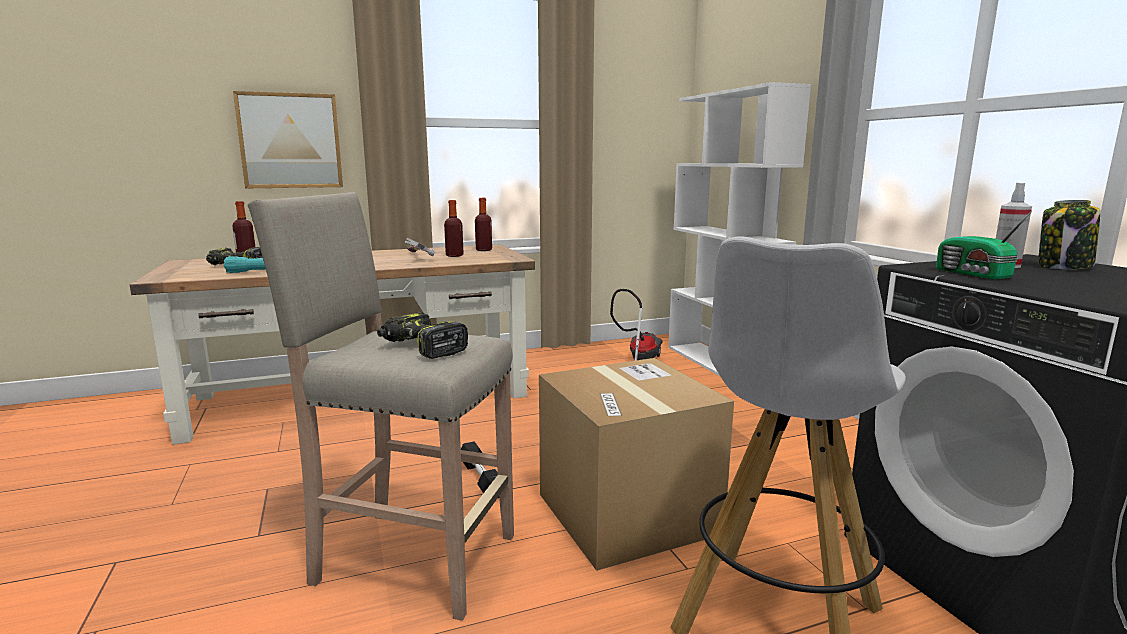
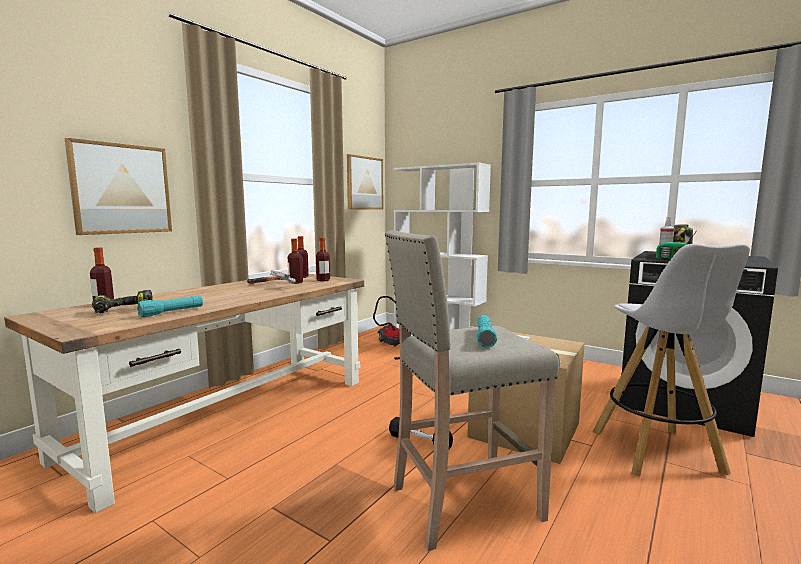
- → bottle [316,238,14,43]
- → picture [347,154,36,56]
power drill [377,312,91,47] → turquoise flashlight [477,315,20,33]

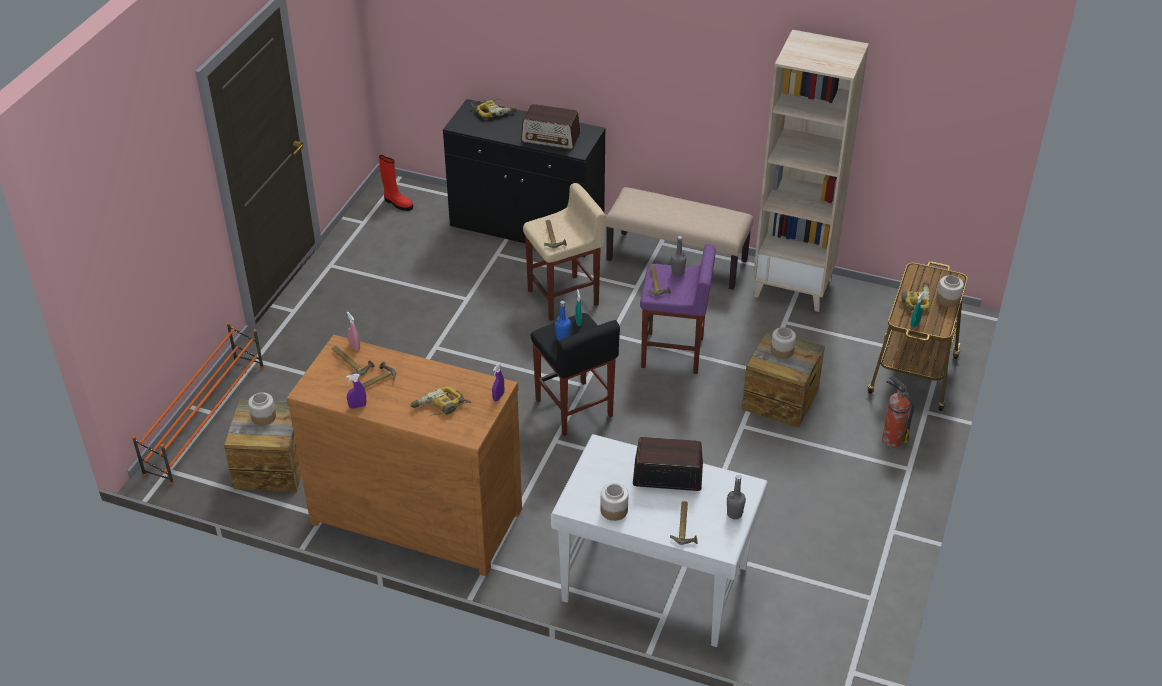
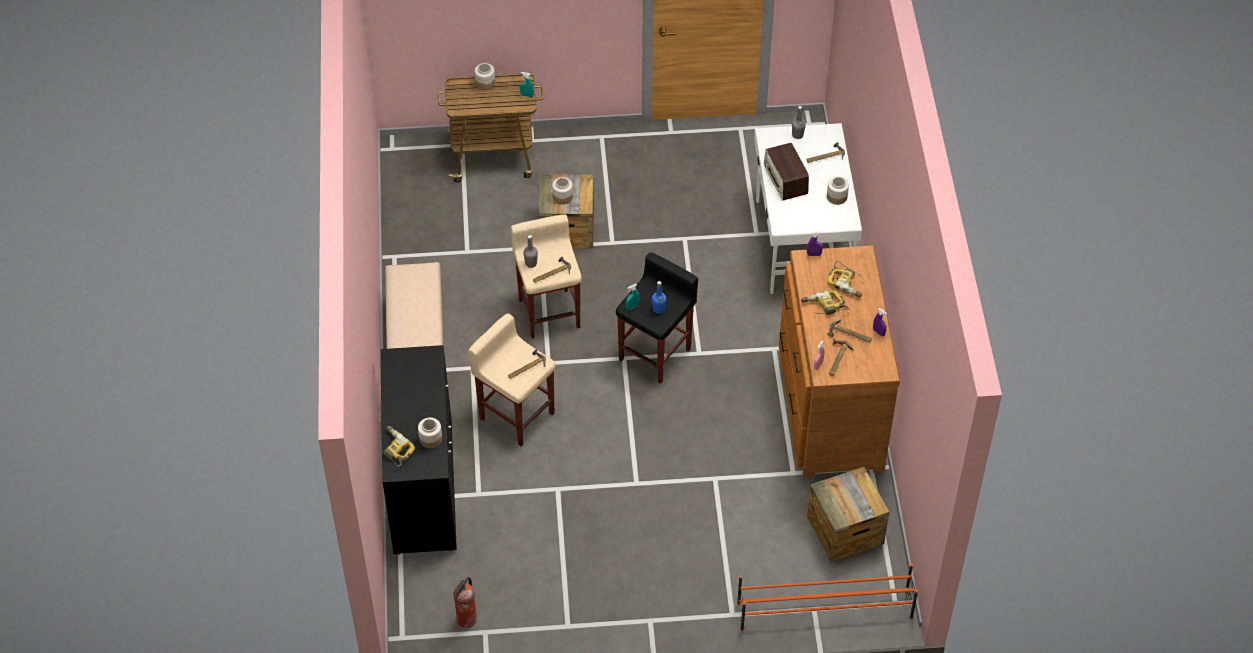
jar [248,393,28,33] → jar [418,418,24,30], shifted
fire extinguisher [882,376,32,71] → fire extinguisher [453,577,24,51], shifted
purple stool [640,244,76,130] → beige stool [511,214,71,125]
power drill [899,282,31,28] → power drill [801,290,49,25], shifted
red boot [379,155,34,56] → -
radio [521,104,59,45] → -
beige bookcase [753,30,116,282] → -

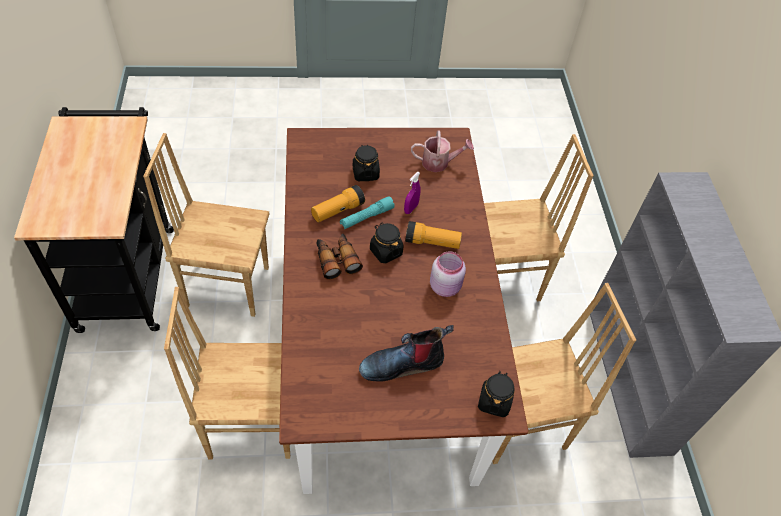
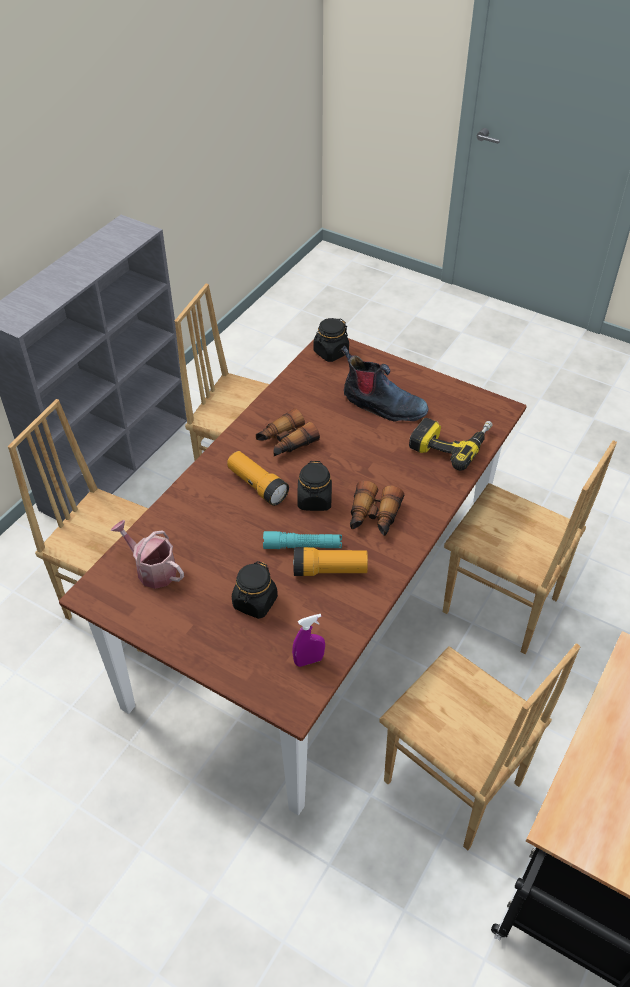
pink jar [430,251,36,46] → binoculars [256,408,64,48]
purple spray bottle [404,172,17,42] → purple spray bottle [292,614,33,53], shifted
- → power drill [409,418,84,53]

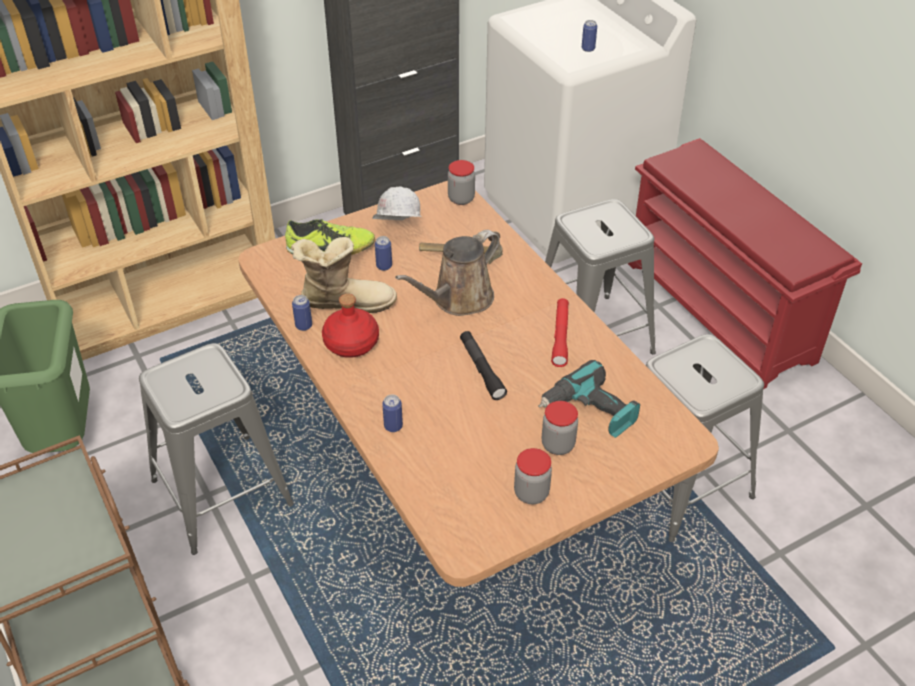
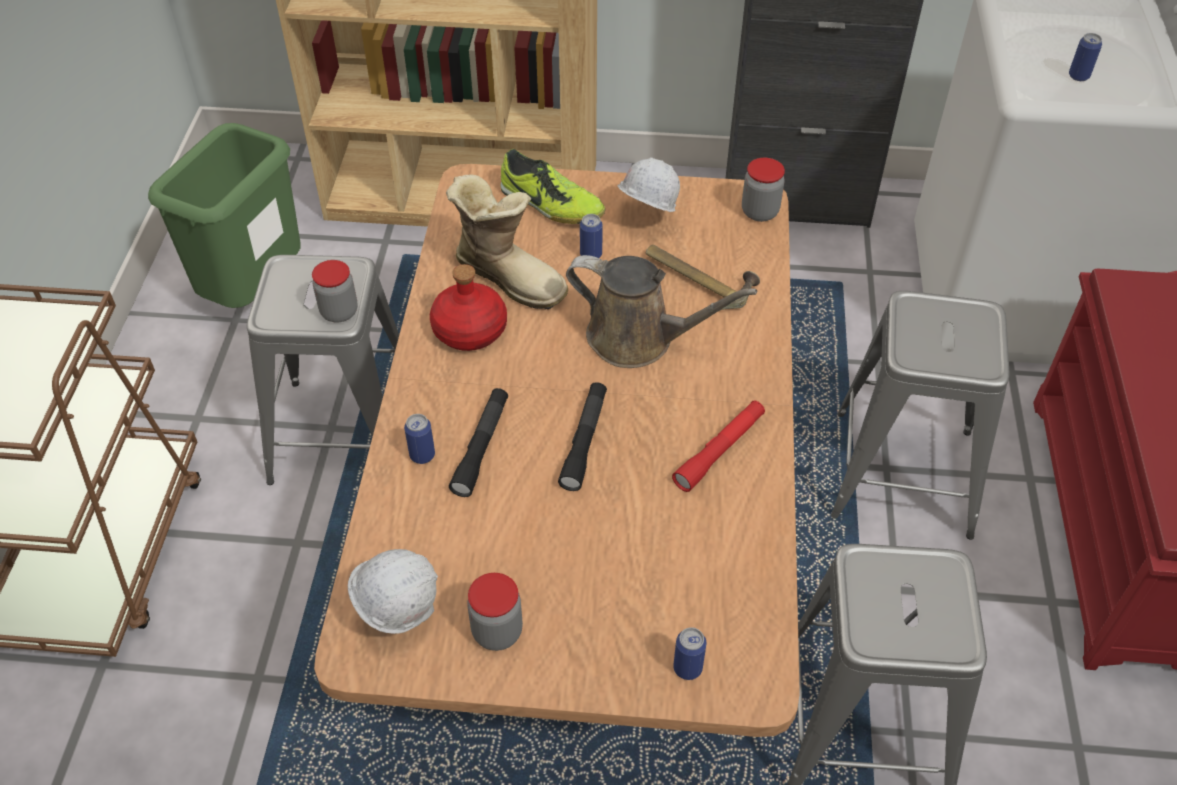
jar [542,401,36,54] → jar [312,260,46,63], shifted
- → white hard hat [348,549,90,86]
- → black flashlight [449,388,59,109]
brown watering can [395,230,105,86] → brown watering can [566,255,191,113], 150 degrees counterclockwise
can [292,295,20,36] → can [673,627,33,53], shifted
power drill [538,360,102,78] → -

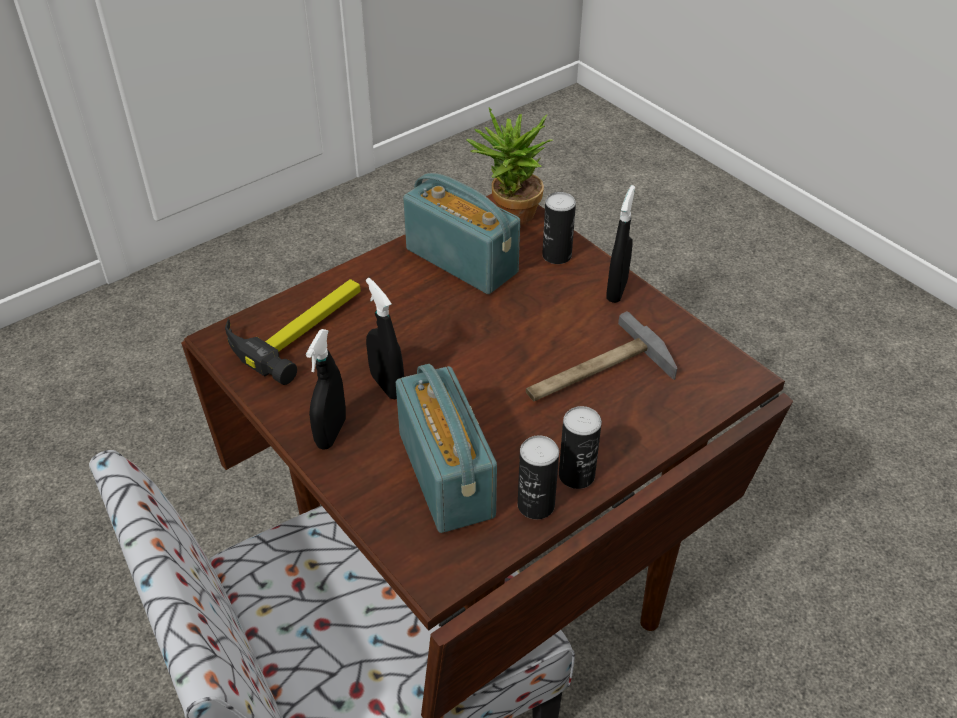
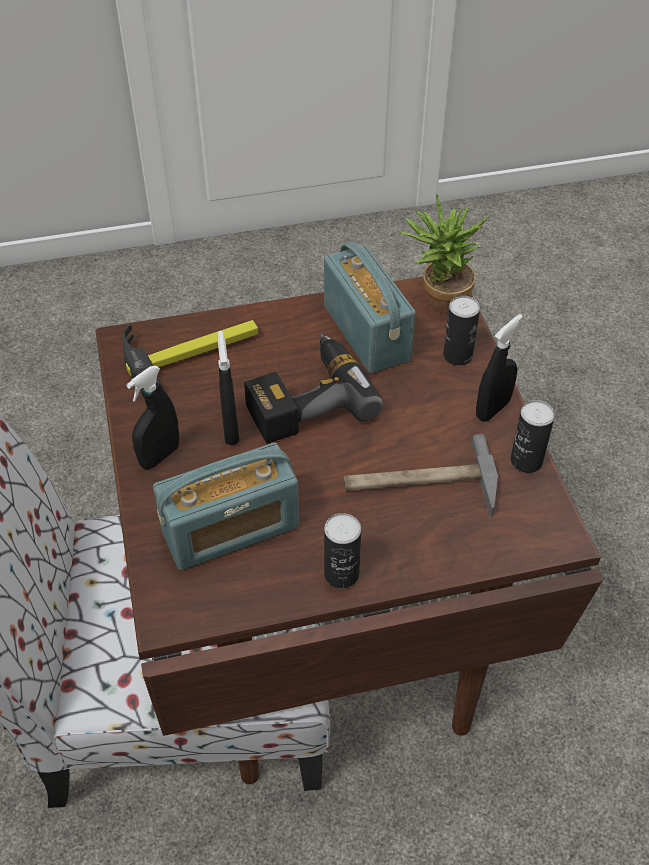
radio [396,364,101,169] → radio [153,443,146,127], 60 degrees clockwise
- → power drill [244,334,139,110]
can [518,435,41,84] → can [511,400,44,73], shifted

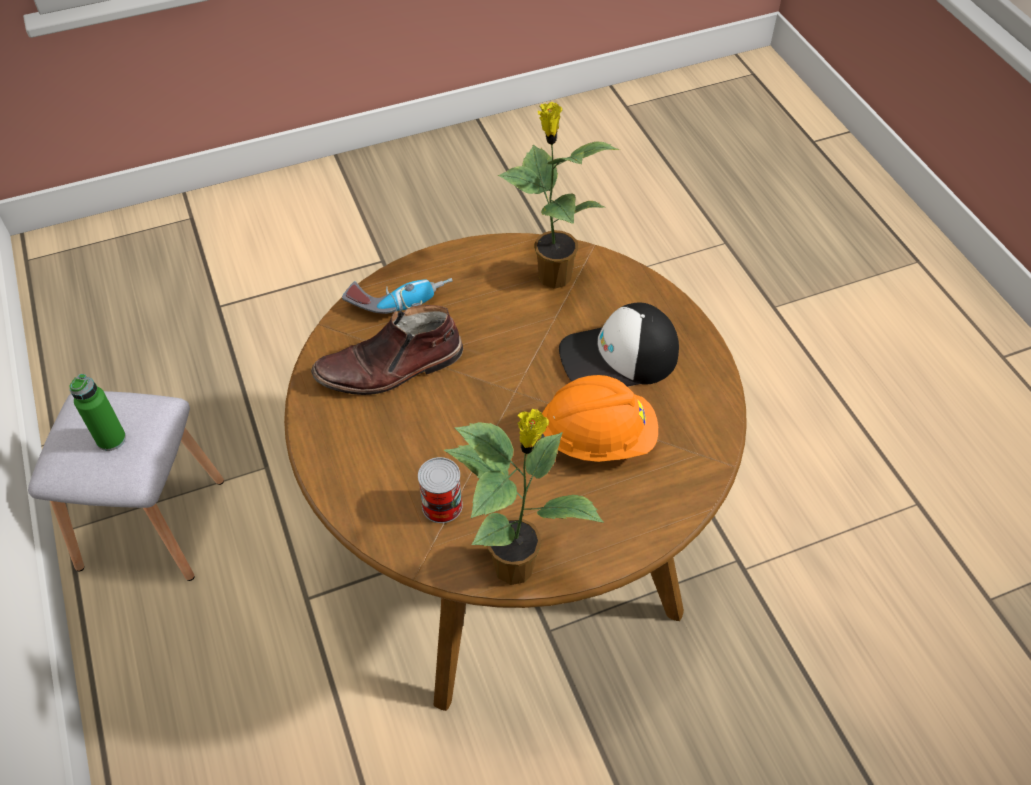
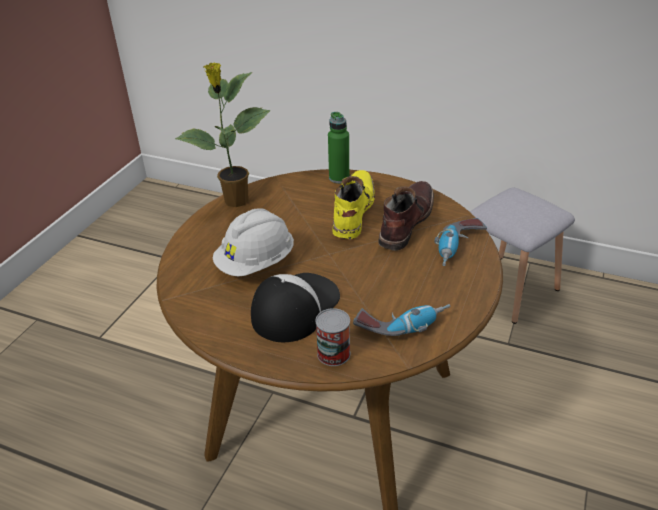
orange hard hat [541,375,117,87] → white hard hat [213,208,81,68]
can [418,457,45,66] → can [315,308,35,58], shifted
green bottle [69,374,57,77] → green bottle [328,112,21,71], shifted
- → yellow boot [332,170,43,69]
potted plant [498,102,122,187] → power drill [353,304,98,32]

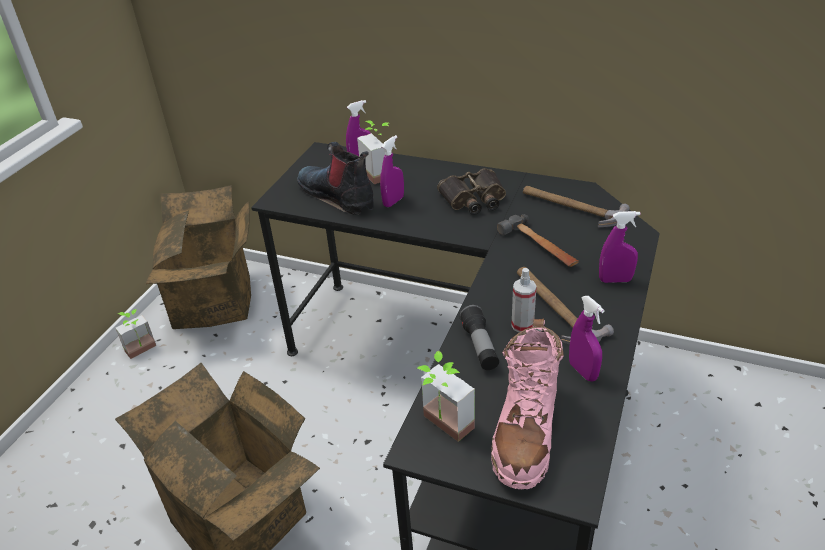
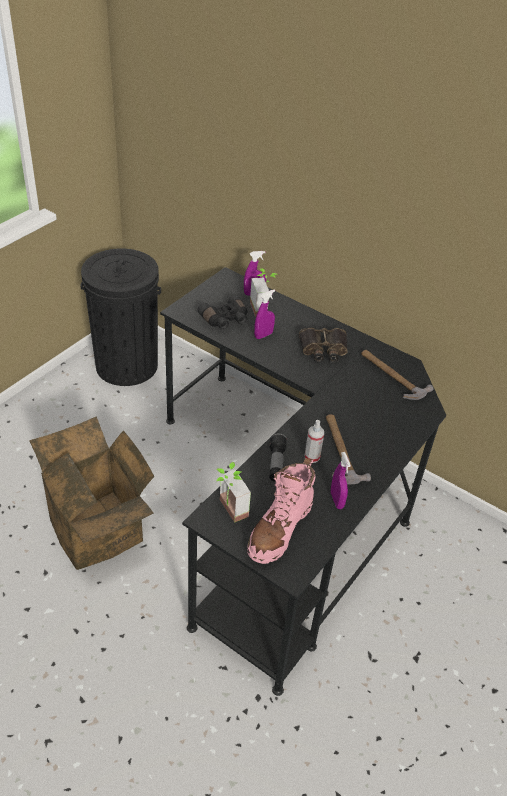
cardboard box [146,185,105,144] → black trash can [81,249,80,137]
boot [297,142,77,73] → black binoculars [198,295,50,35]
potted plant [116,309,40,50] → -
hammer [497,214,82,53] → -
purple spray bottle [599,211,42,72] → -

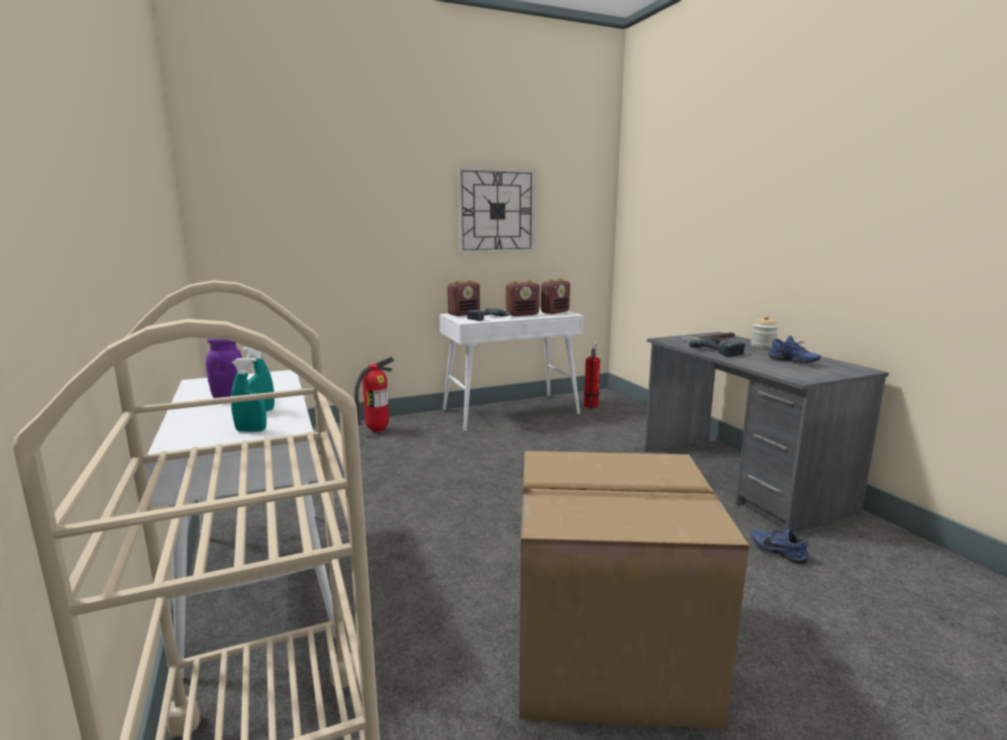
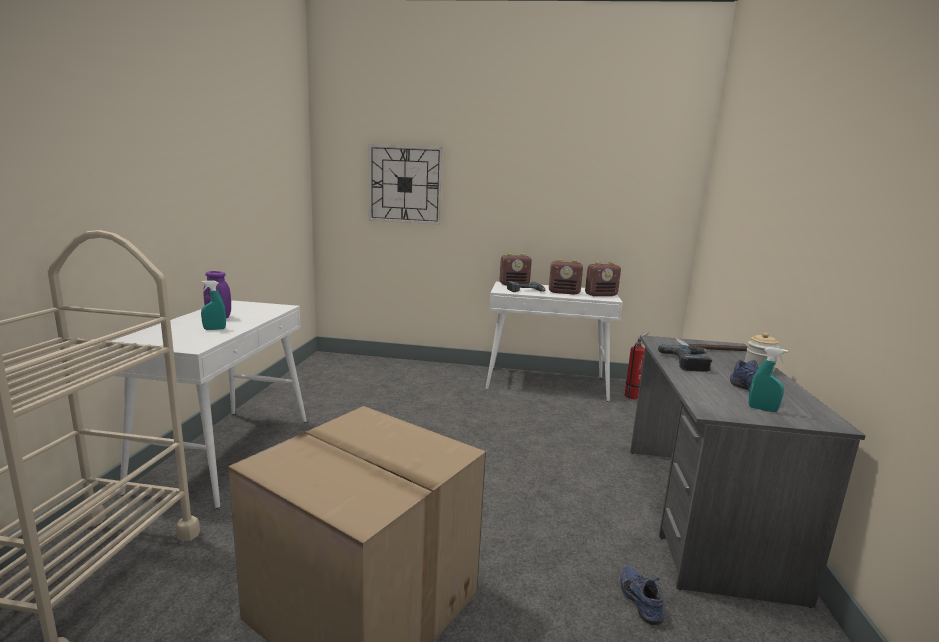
wall clock [458,167,77,86] → wall clock [368,144,75,81], shifted
turquoise spray bottle [231,358,35,74] → turquoise spray bottle [749,347,39,65], shifted
fire extinguisher [354,357,40,75] → -

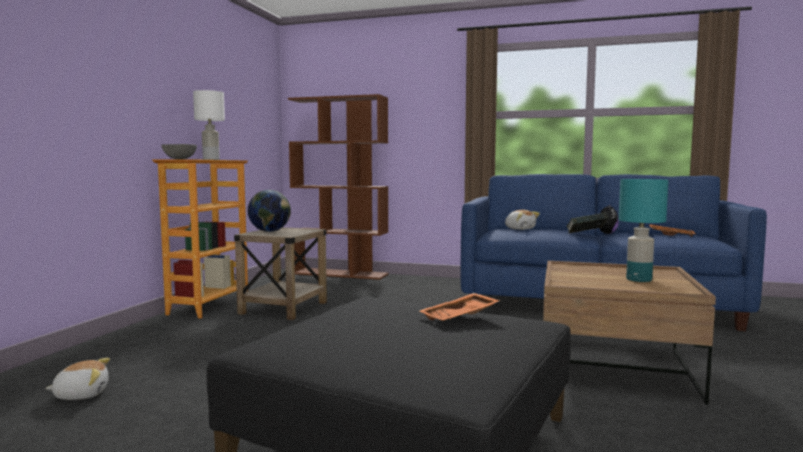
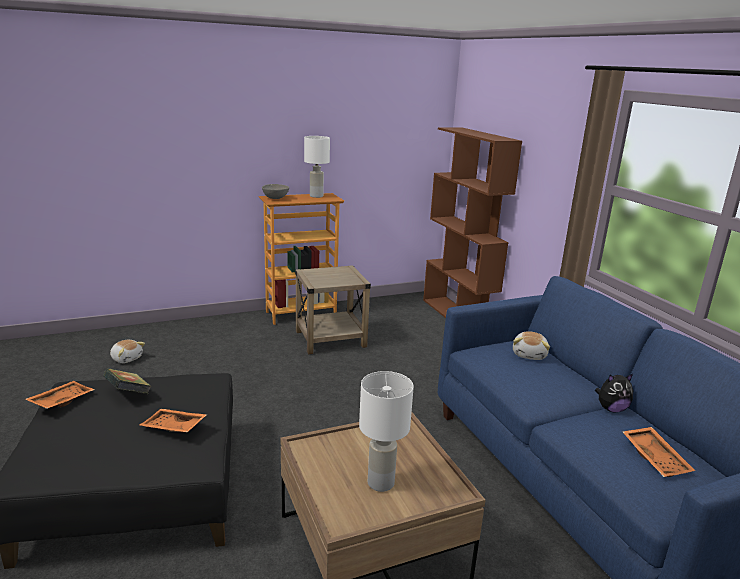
- → orange tray [25,381,70,28]
book [566,212,43,22] → book [103,368,48,26], shifted
turquoise table lamp [619,179,50,103] → white table lamp [359,371,55,121]
globe [248,190,43,42] → -

